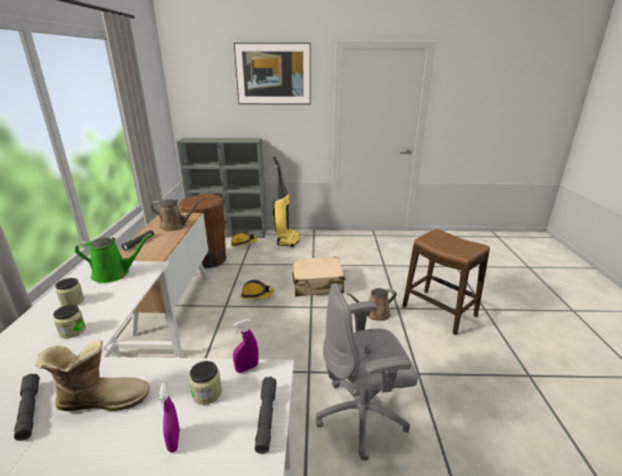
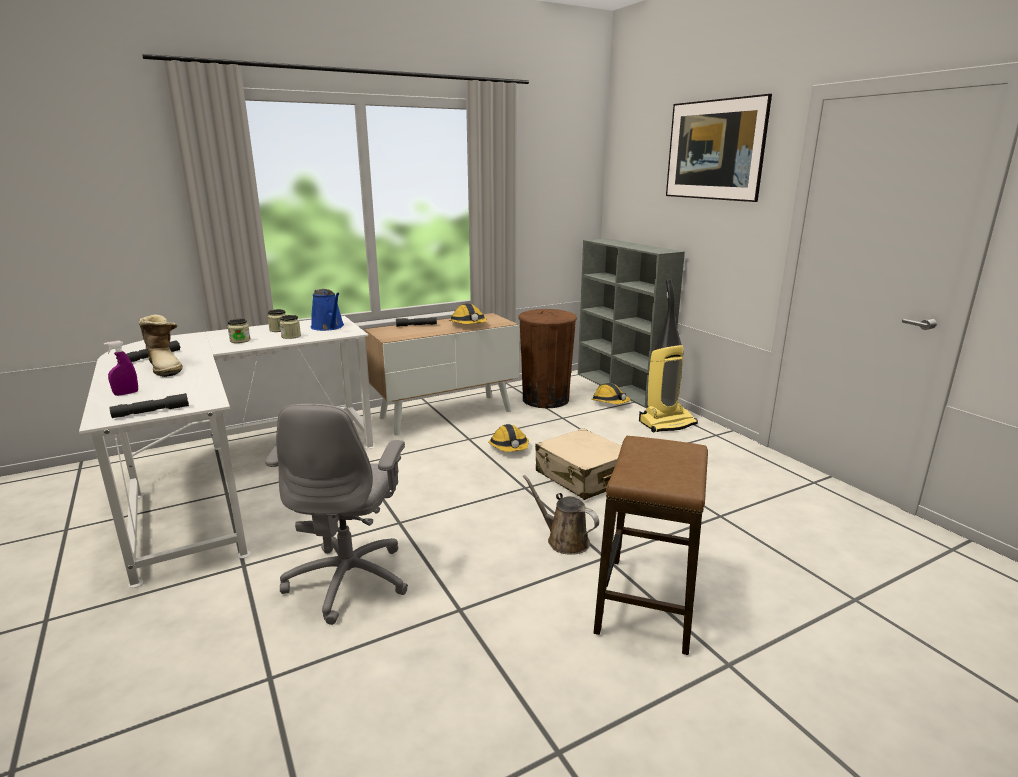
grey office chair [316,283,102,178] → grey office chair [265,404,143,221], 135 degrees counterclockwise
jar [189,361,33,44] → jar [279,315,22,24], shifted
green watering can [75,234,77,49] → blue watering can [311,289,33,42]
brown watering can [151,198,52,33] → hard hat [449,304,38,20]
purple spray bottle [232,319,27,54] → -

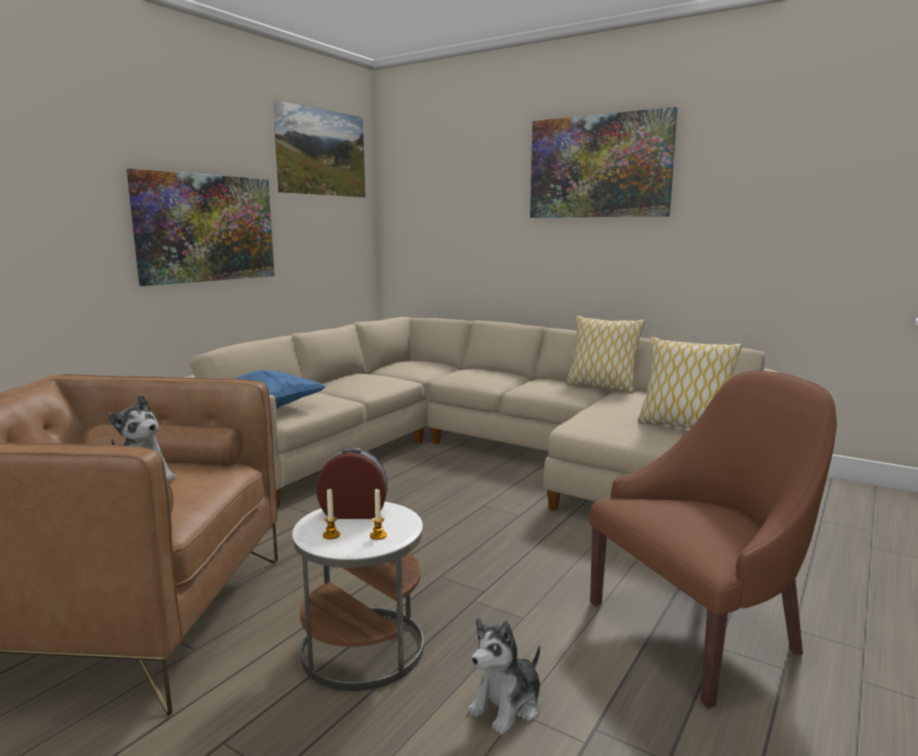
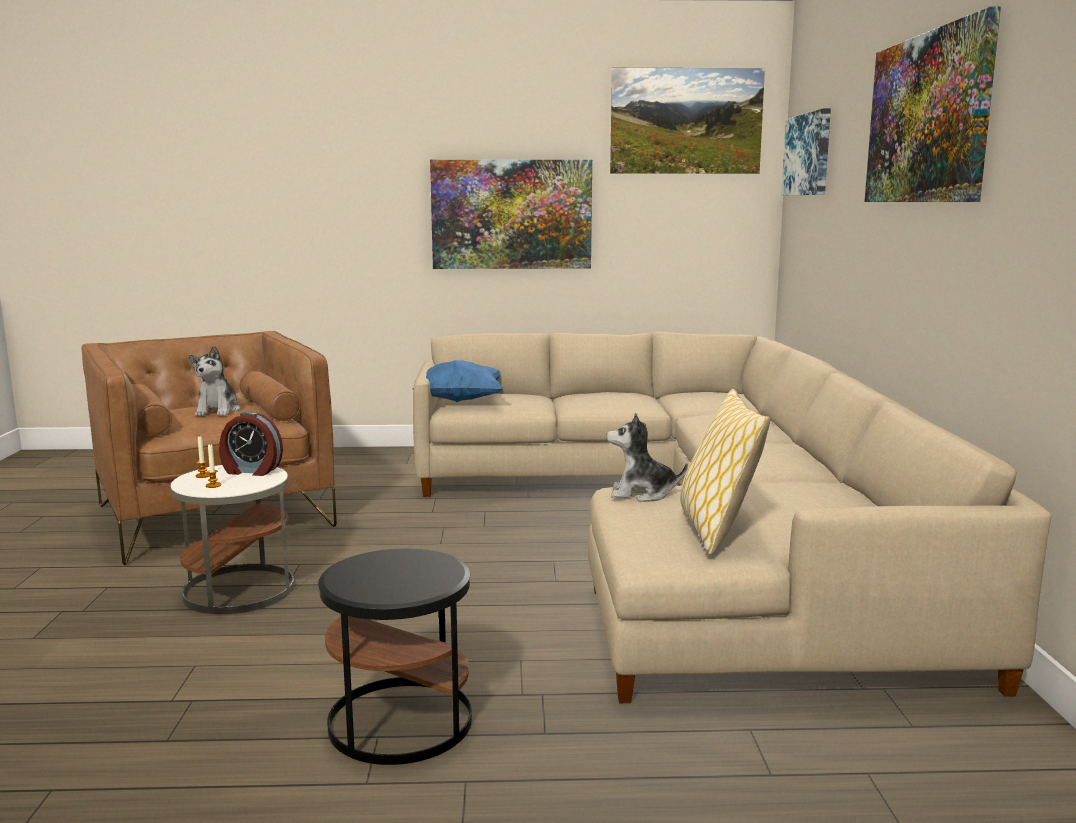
alarm clock [317,447,71,72] → alarm clock [219,412,64,64], 135 degrees clockwise
brown armchair [589,371,248,337] → black side table [318,549,154,216]
plush toy [467,618,74,117] → plush toy [607,413,81,89], shifted
- → picture [781,108,50,88]
pillow [566,315,79,78] → -

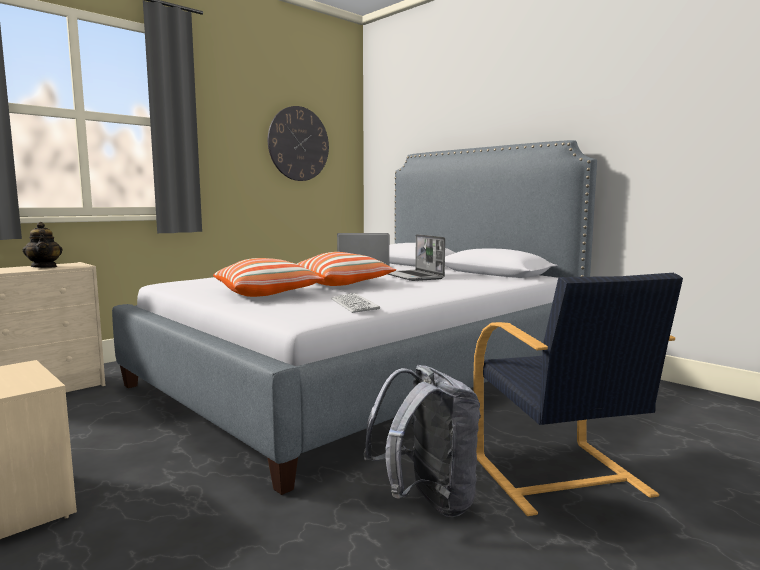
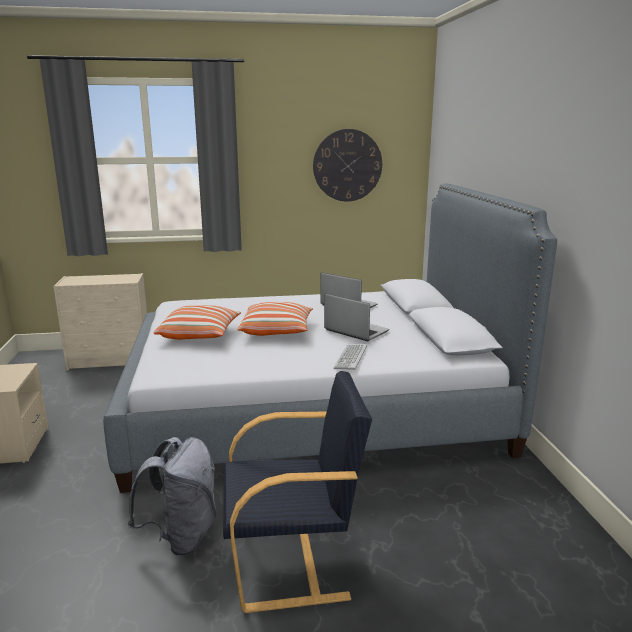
black armchair [474,273,209,243] → black armchair [223,371,149,242], 120 degrees counterclockwise
laptop [388,234,57,47] → laptop [324,293,65,48], 120 degrees clockwise
keyboard [331,293,49,20] → keyboard [333,344,34,26], shifted
teapot [22,222,41,46] → -

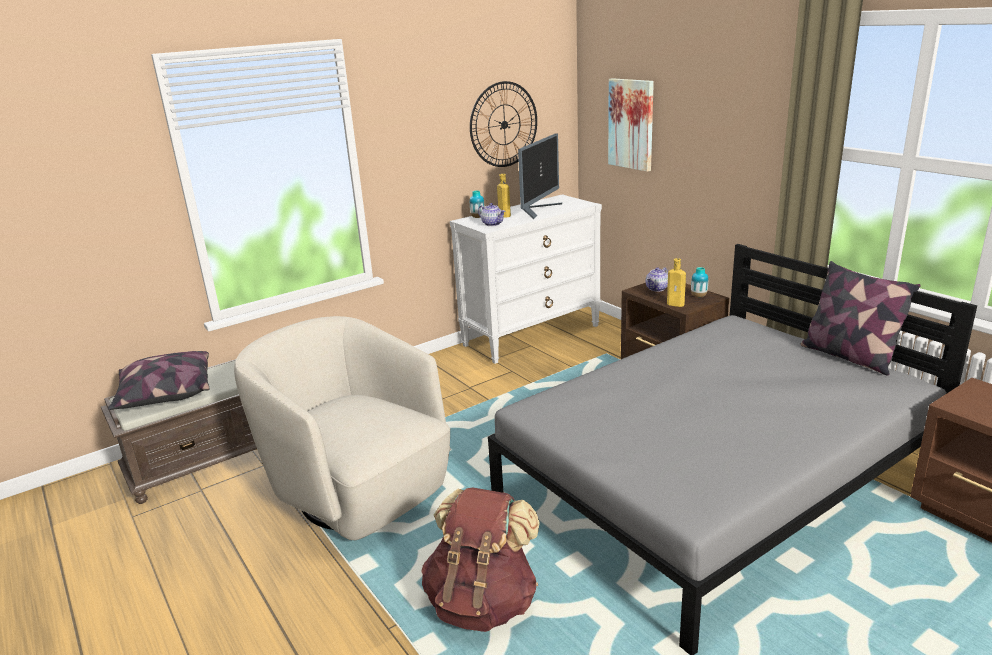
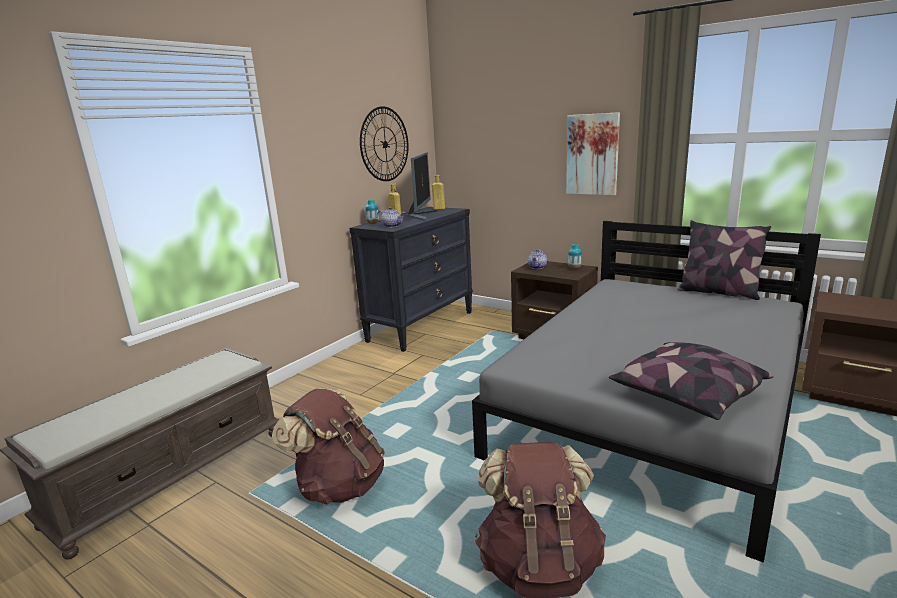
beige armchair [234,316,217,224] → brown backpack [272,388,113,117]
white dresser [450,194,152,170] → black dresser [350,207,123,145]
yellow bottle [667,258,19,49] → yellow bottle [432,175,13,34], shifted
picture [608,78,46,94] → picture [566,112,54,83], shifted
pillow [108,351,101,59] → pillow [609,342,165,78], shifted

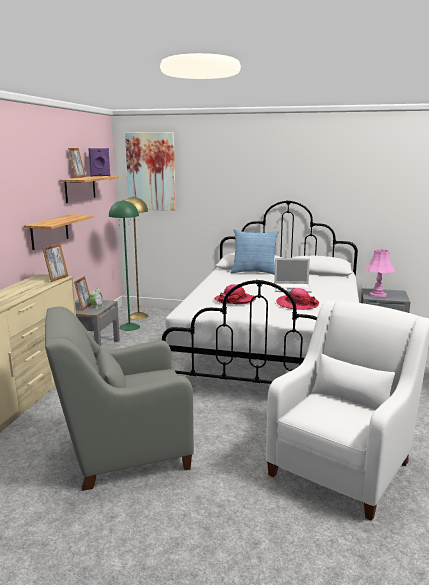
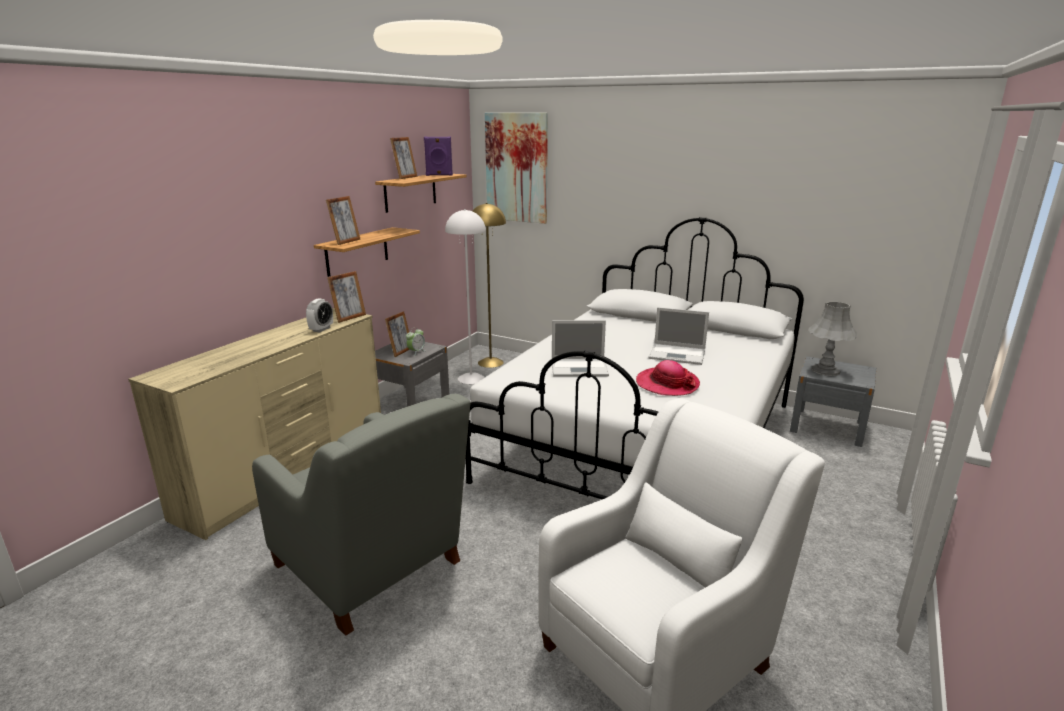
grey armchair [45,306,149,185] → grey armchair [252,394,218,242], 135 degrees counterclockwise
- → alarm clock [306,298,27,35]
- → picture frame [326,196,34,49]
green floor lamp [109,200,31,131] → white floor lamp [445,209,41,175]
hat [214,284,42,20] → laptop [552,320,57,57]
pink table lamp [365,249,30,48] → grey table lamp [809,302,48,74]
pillow [231,229,48,46] → -

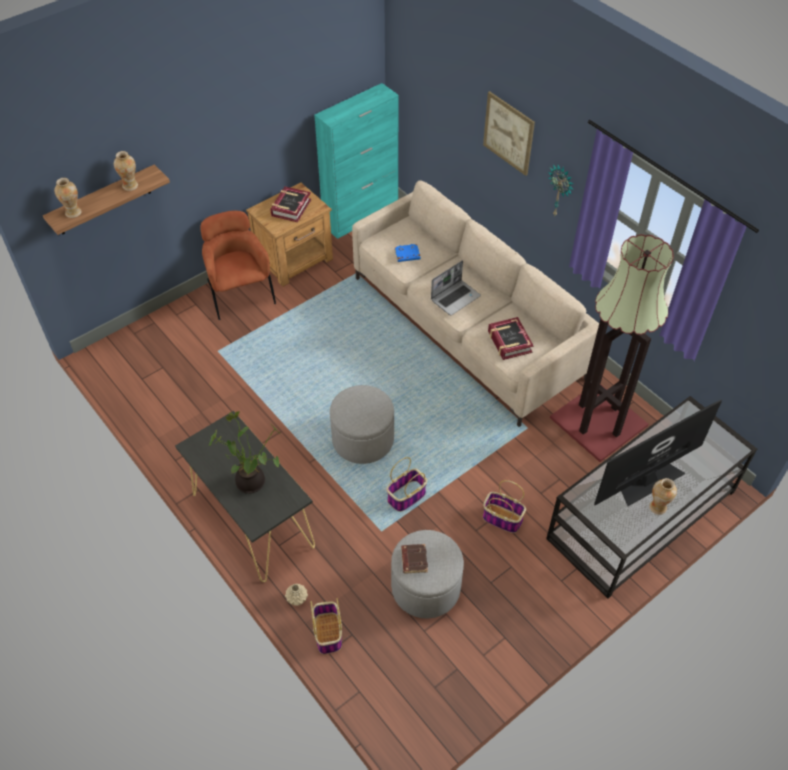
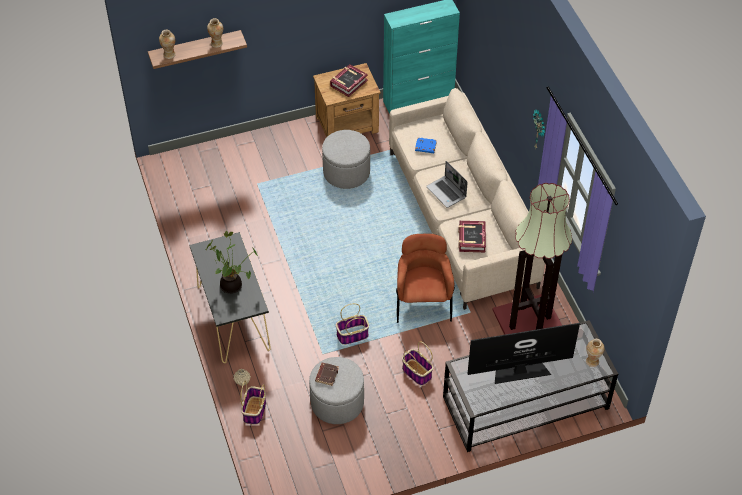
grey ottoman [330,385,64,79] → grey ottoman [322,130,48,59], shifted
brown armchair [201,211,75,109] → brown armchair [396,234,59,89], shifted
laptop [431,260,50,55] → laptop [426,161,42,47], 75 degrees clockwise
vase [649,478,28,37] → vase [586,339,19,28], shifted
picture [483,91,52,85] → -

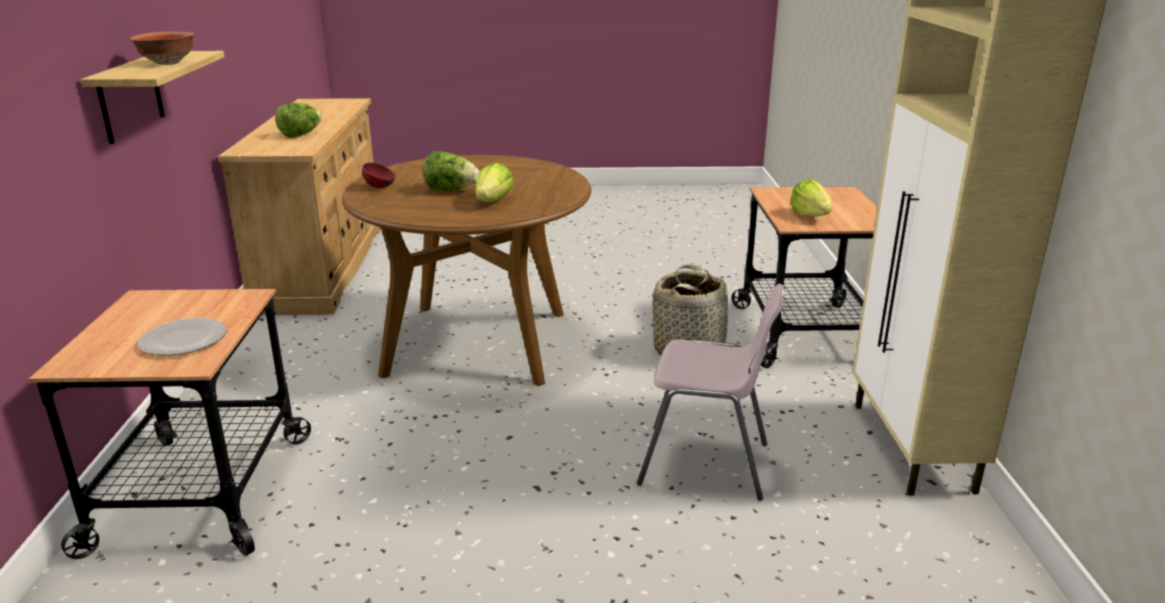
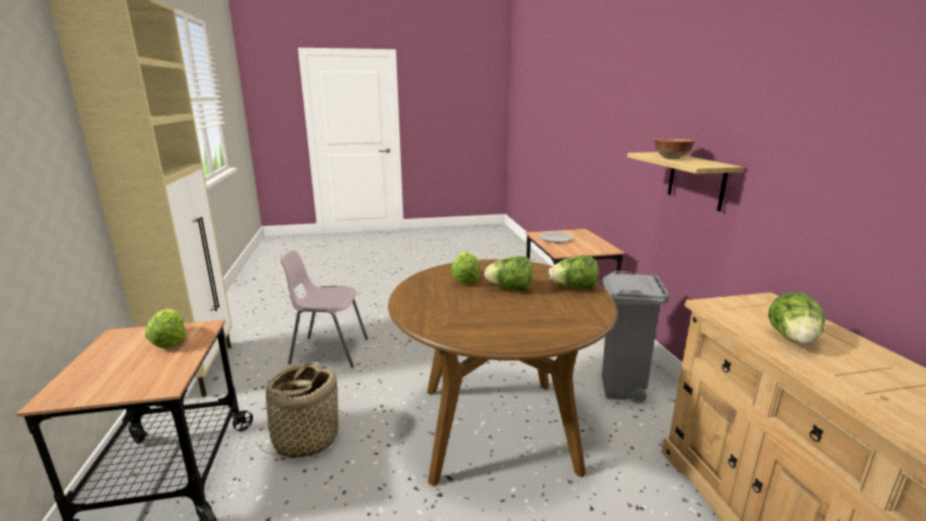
red bowl [362,163,34,25] → lettuce [549,255,50,34]
- → grey trash can [602,271,68,132]

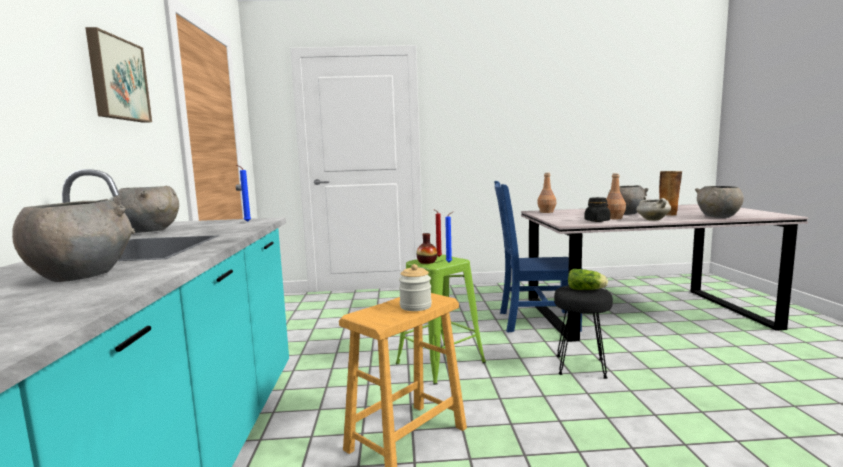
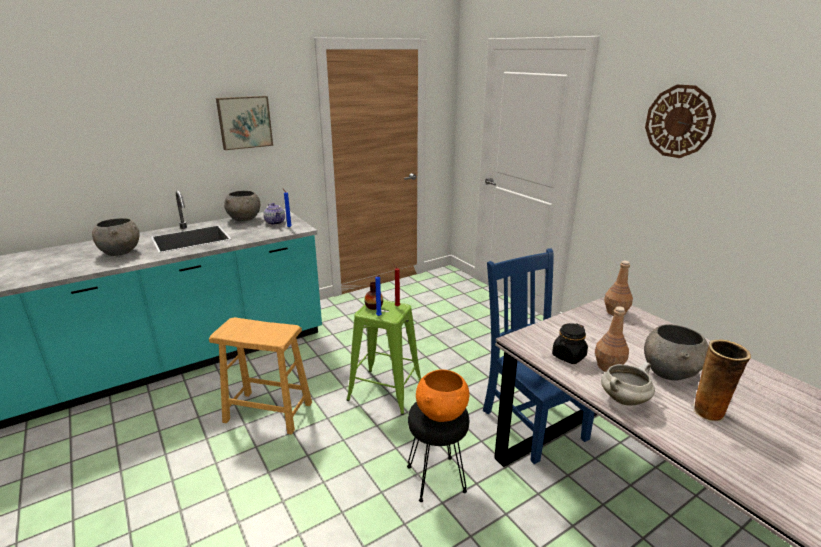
- → teapot [264,203,21,22]
lettuce [568,269,40,21] → orange bowl [416,370,53,52]
- → wall clock [645,85,71,73]
jar [399,264,33,47] → -
grey bowl [695,186,49,32] → -

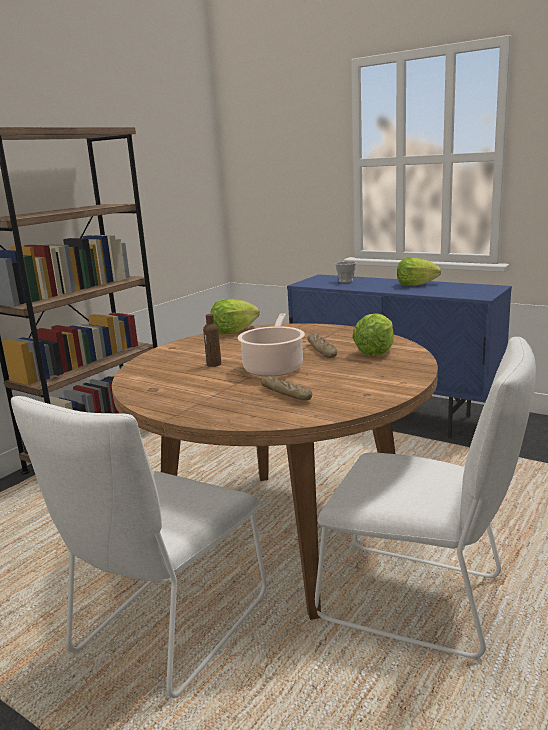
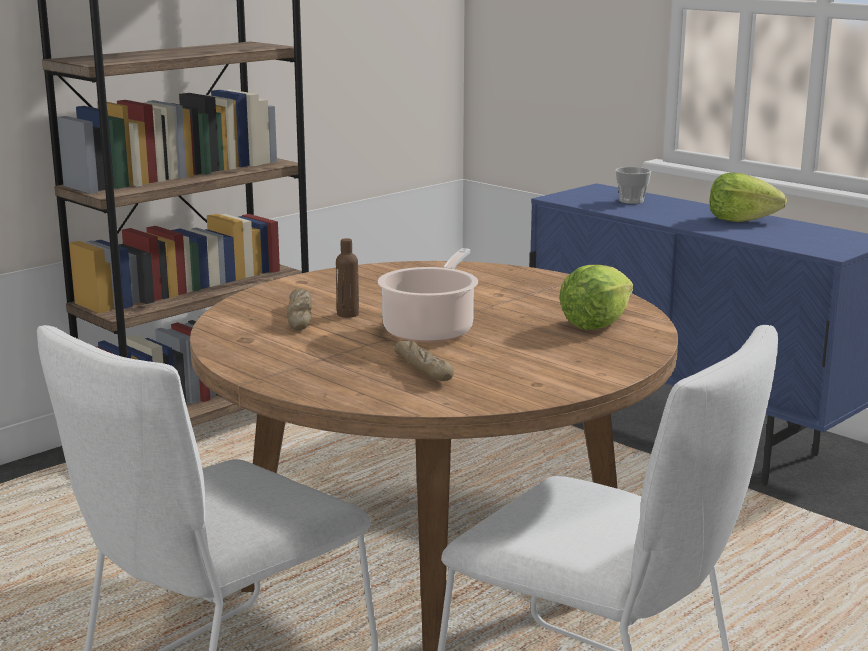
bread [308,333,29,25] → bread [287,288,25,43], shifted
lettuce [210,299,50,35] → -

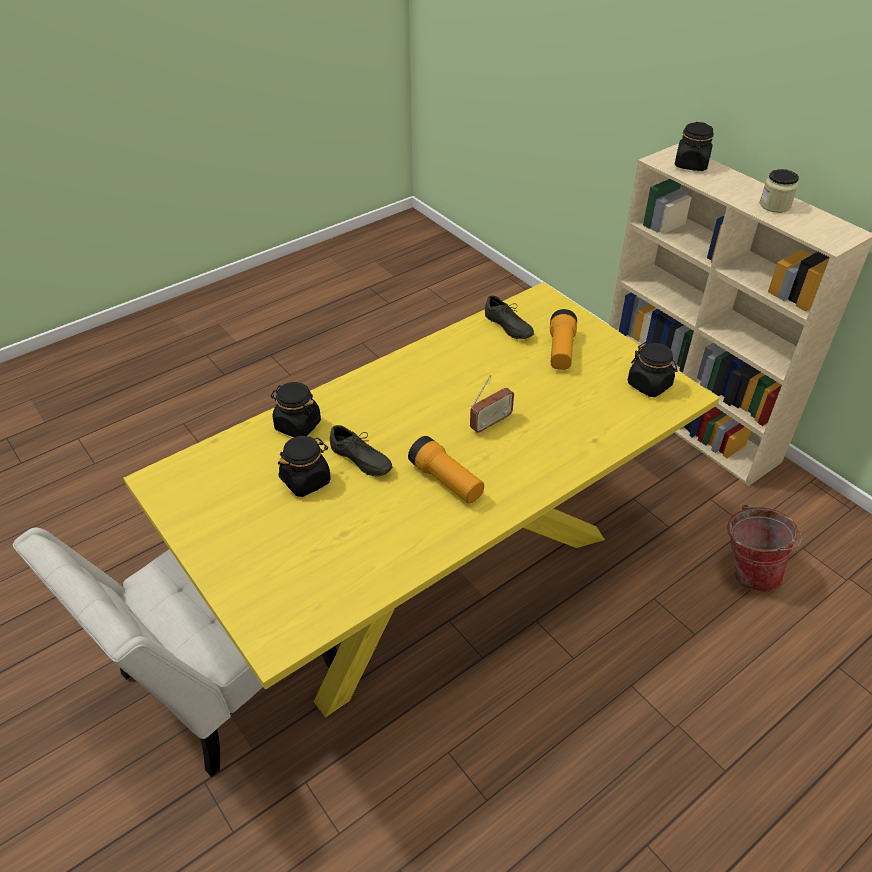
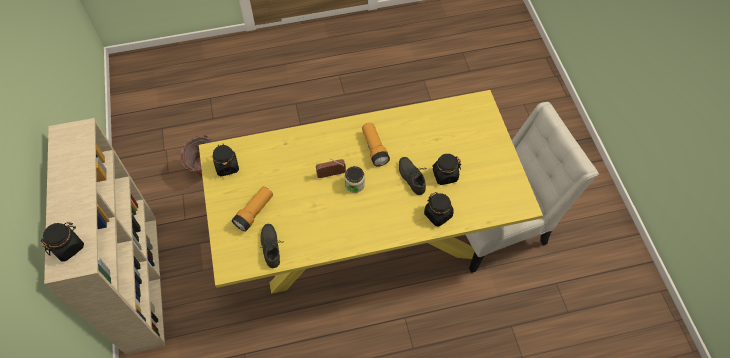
jar [760,169,39,44] → jar [344,166,21,27], shifted

